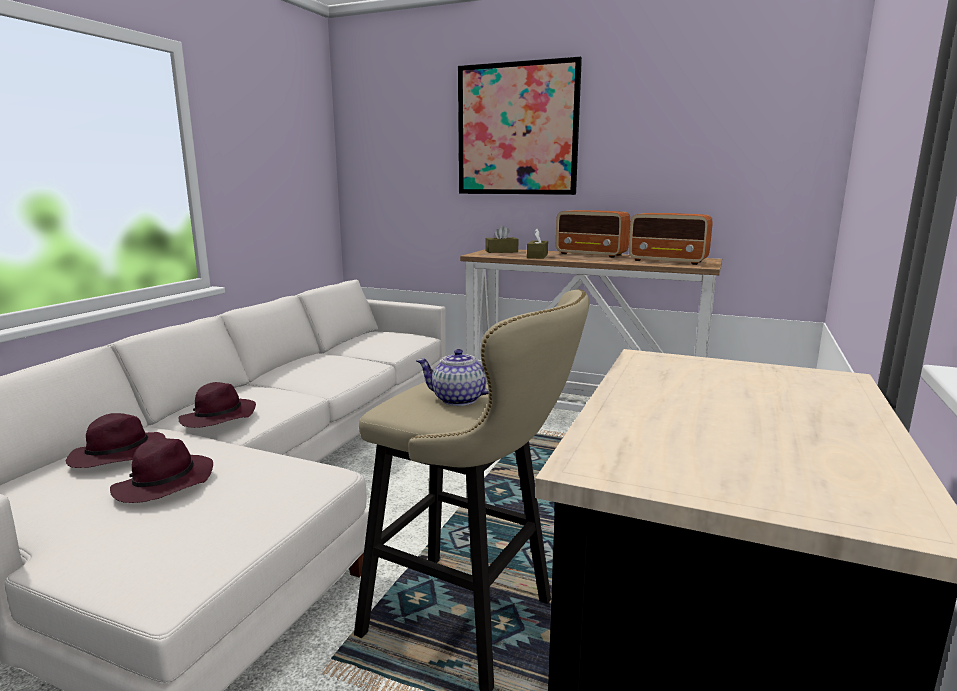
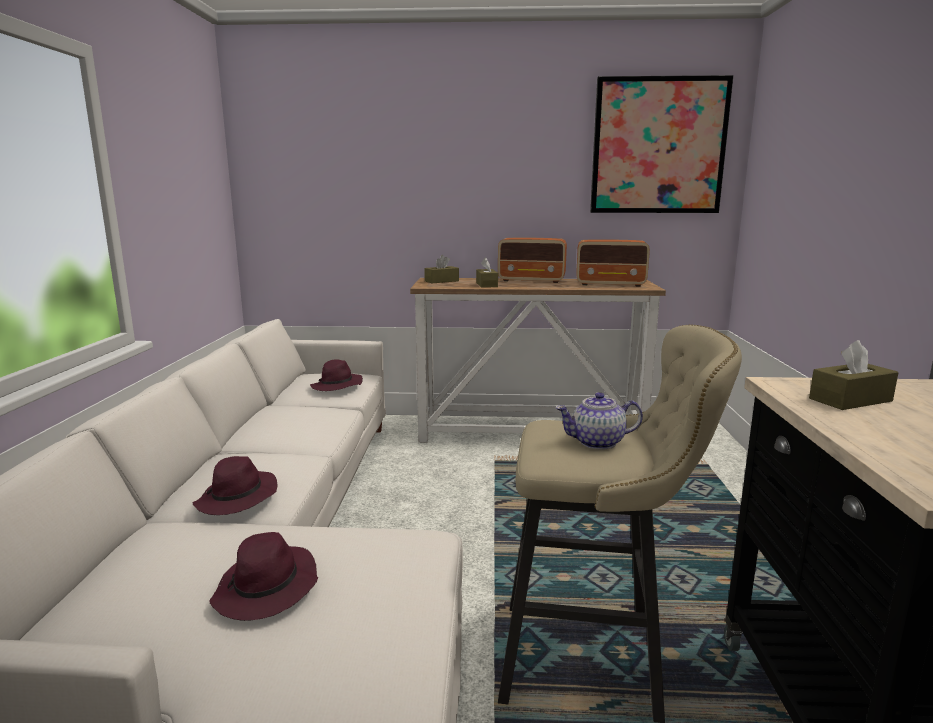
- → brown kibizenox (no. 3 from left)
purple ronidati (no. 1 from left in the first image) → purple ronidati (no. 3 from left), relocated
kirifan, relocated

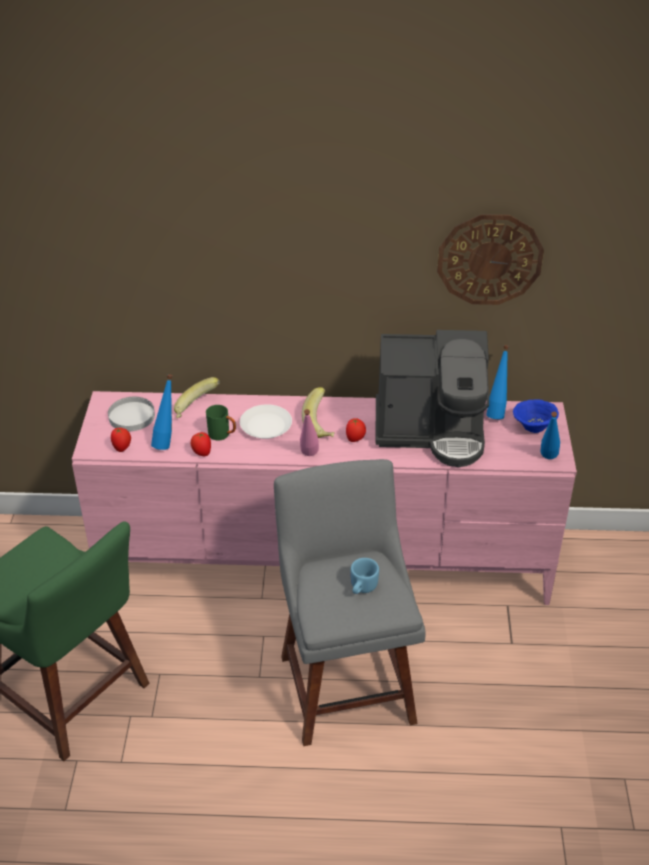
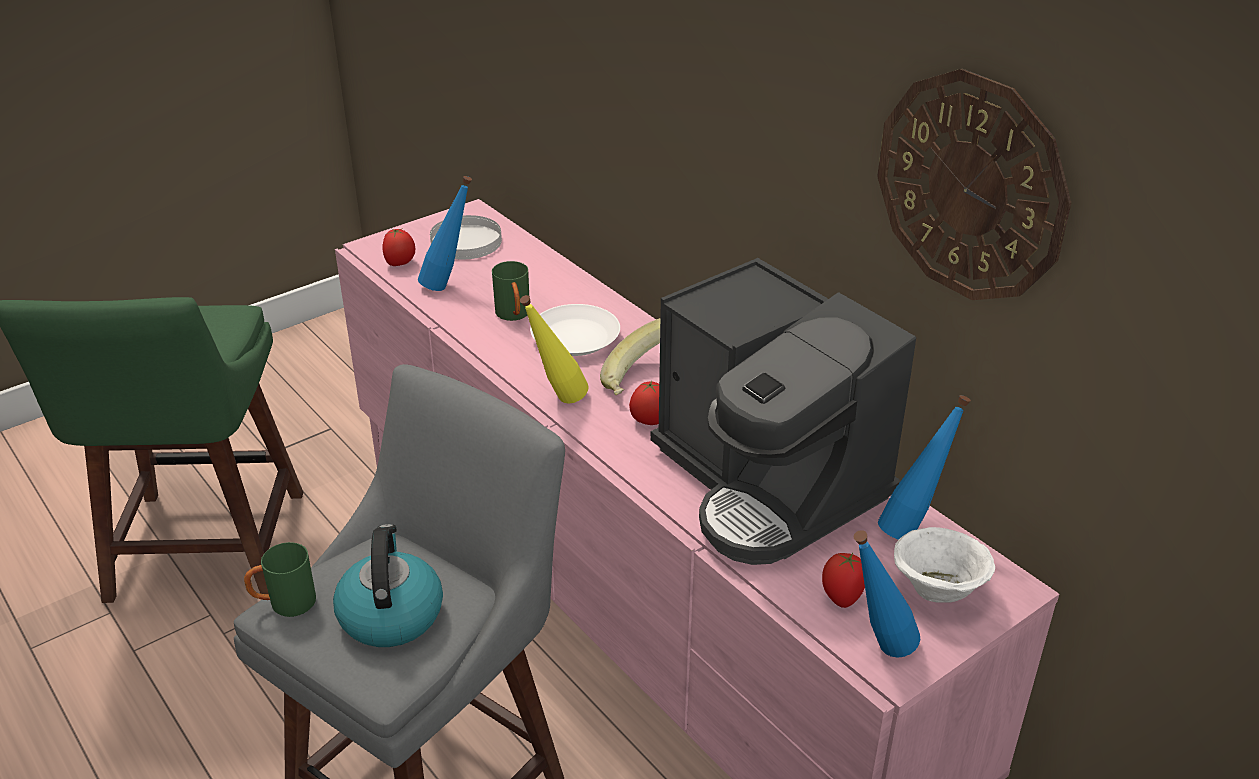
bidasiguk (no. 1 from left) → -
- → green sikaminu (no. 1 from left)
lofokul (no. 2 from left in the first image) → lofokul (no. 3 from left), relocated
blue sikaminu → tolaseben
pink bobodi → yellow bobodi
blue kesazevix → white kesazevix

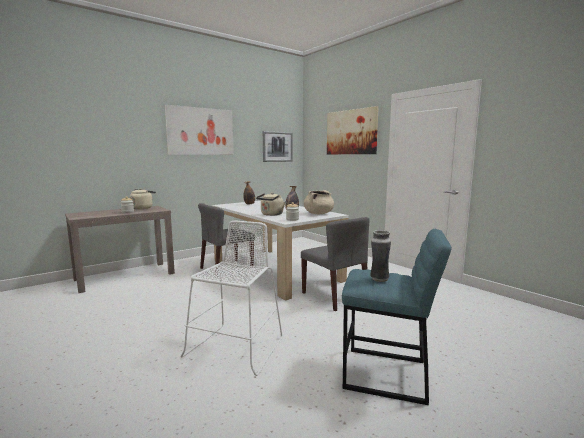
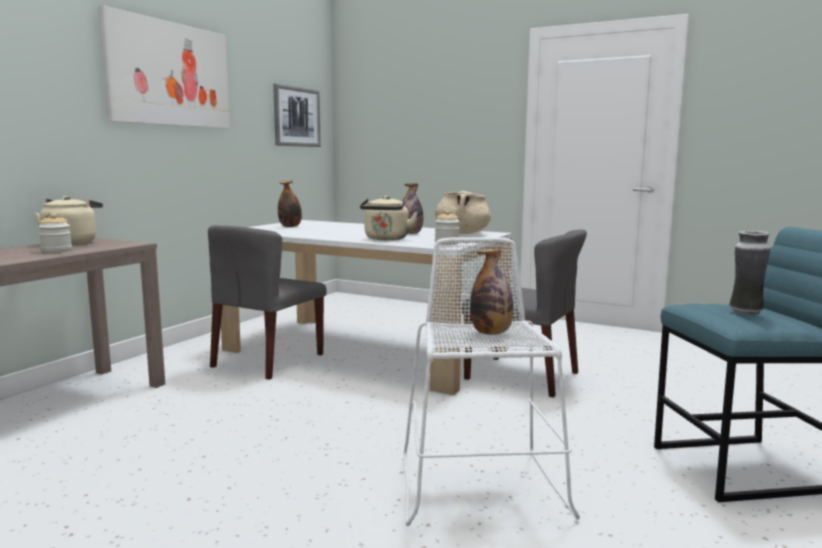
kirifan (no. 3 from left) → -
- → bobodi (no. 3 from left)

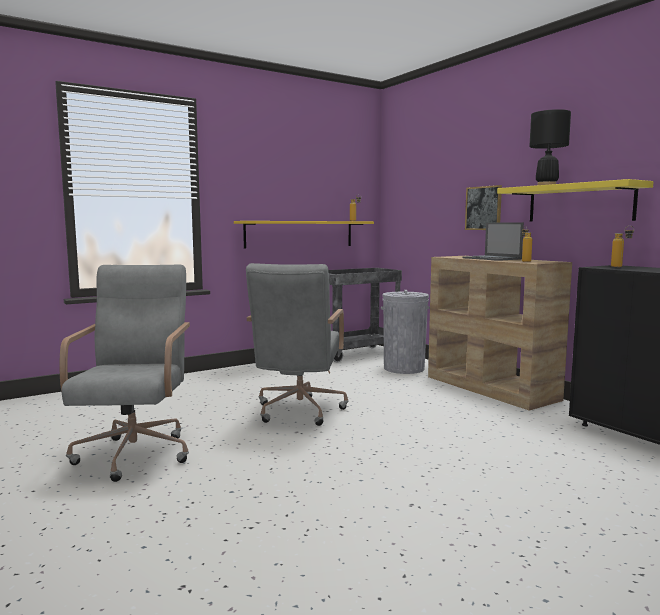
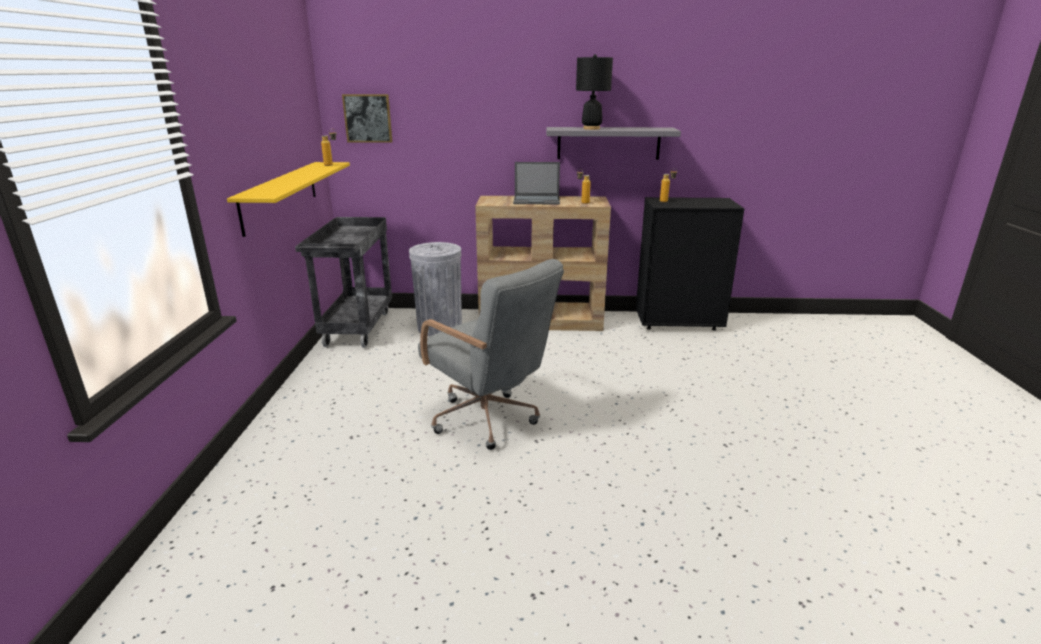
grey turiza (no. 1 from left) → -
kirifan, relocated
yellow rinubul (no. 2 from left) → grey rinubul

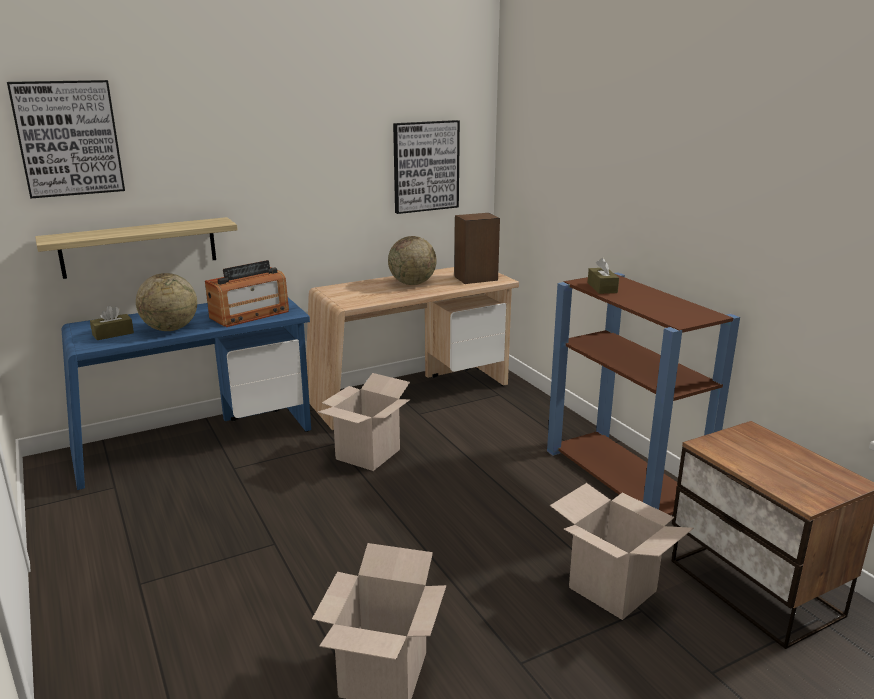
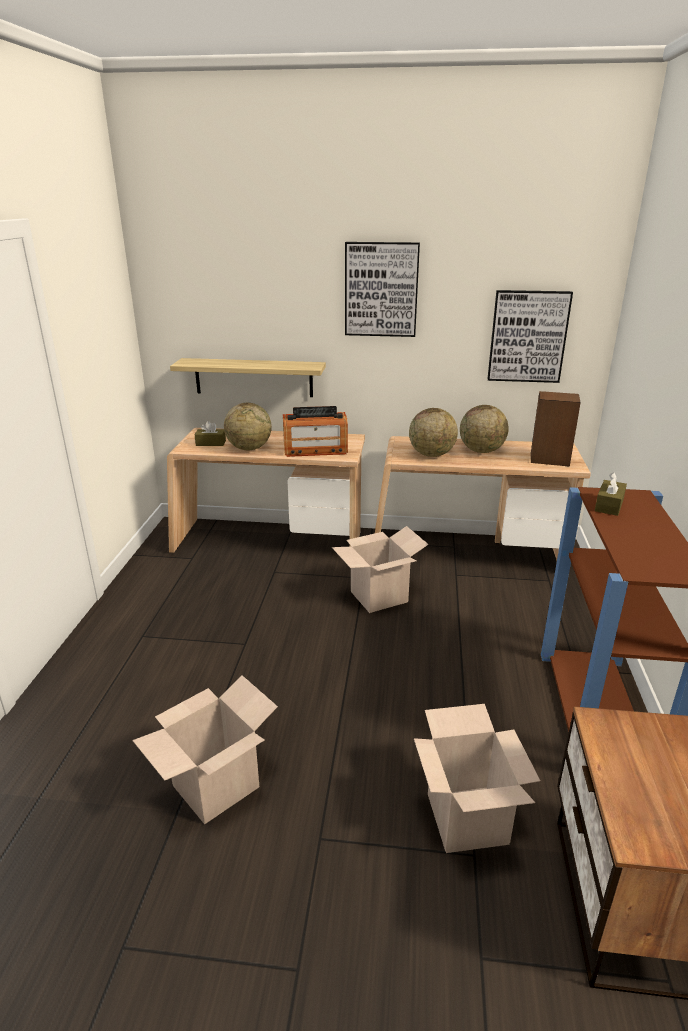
- → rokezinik (no. 2 from left)
kirifan (no. 1 from left), relocated
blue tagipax → beige tagipax (no. 1 from left)

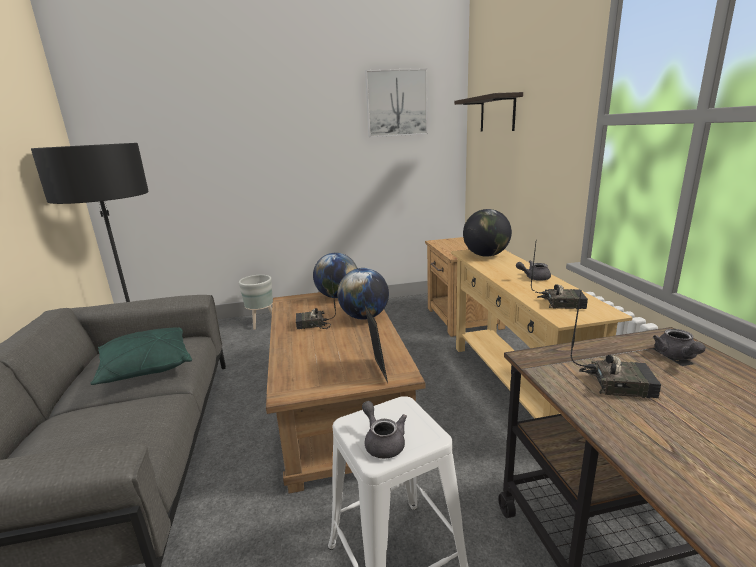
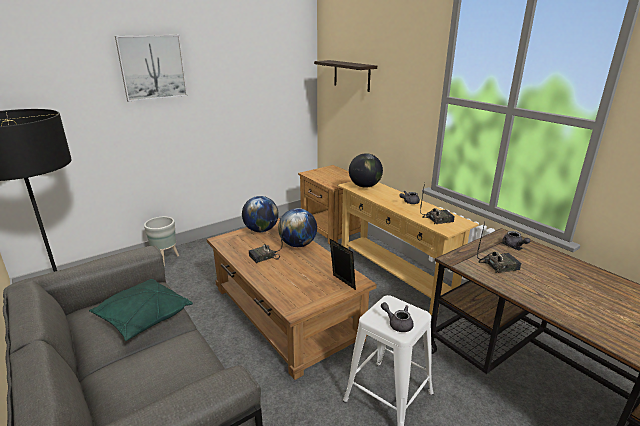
kirifan, relocated

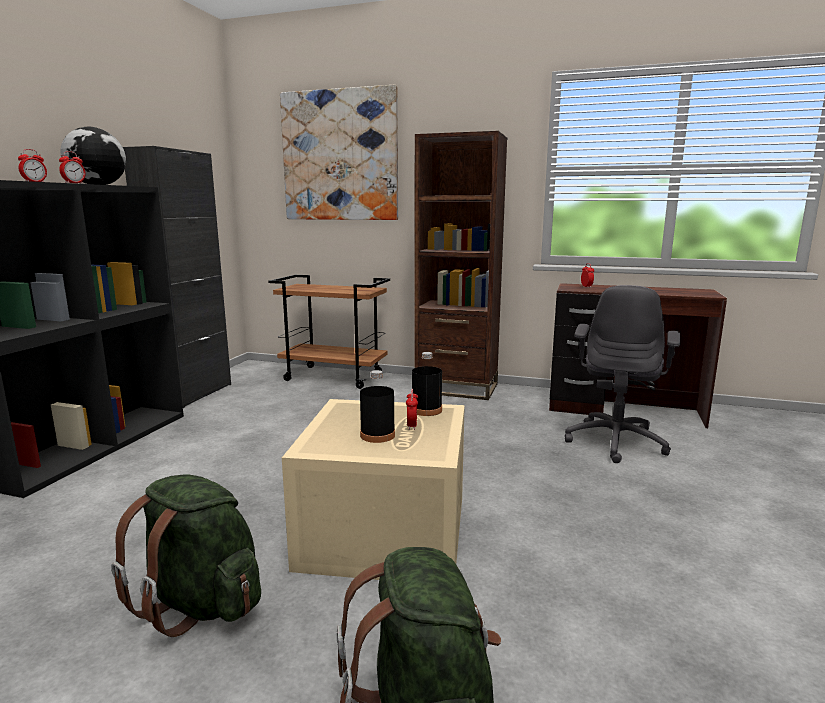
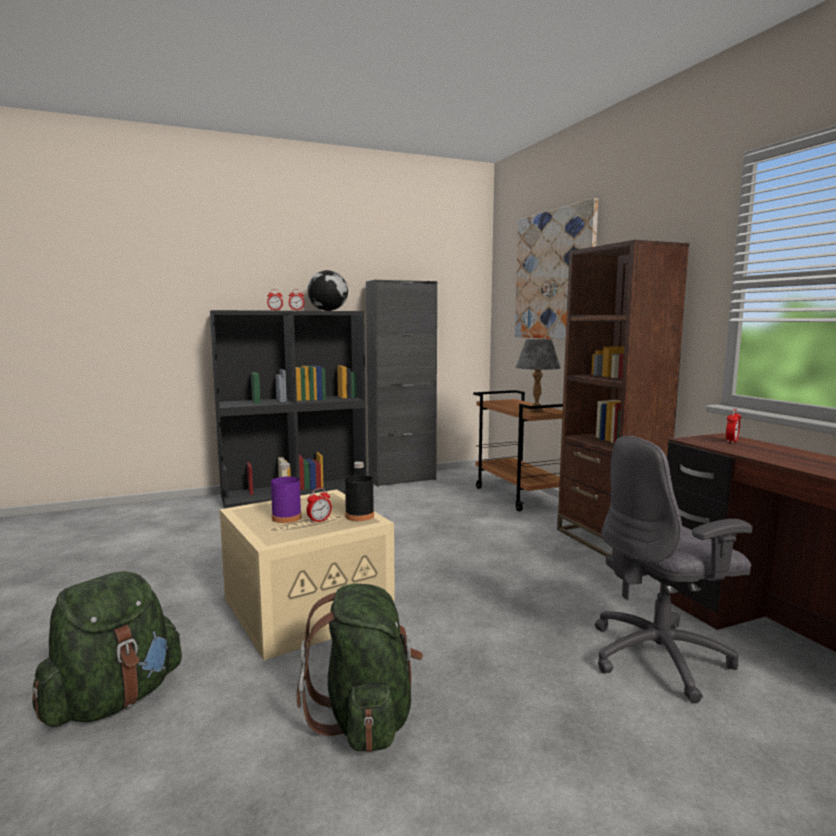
- → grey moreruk
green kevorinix (no. 1 from left in the first image) → green kevorinix (no. 2 from left), relocated
black bobodi (no. 1 from left) → purple bobodi

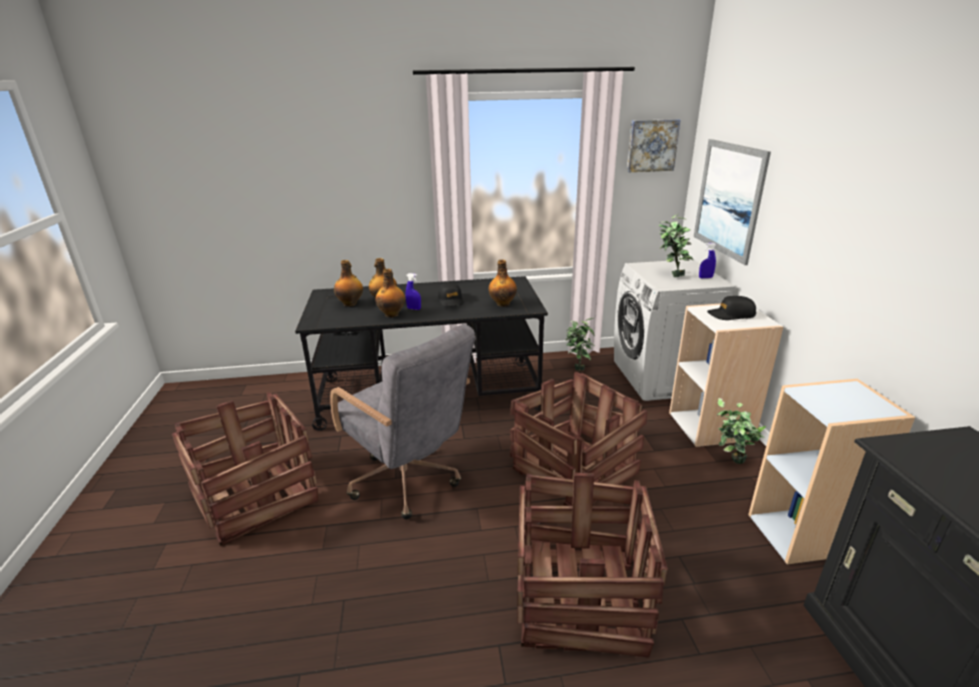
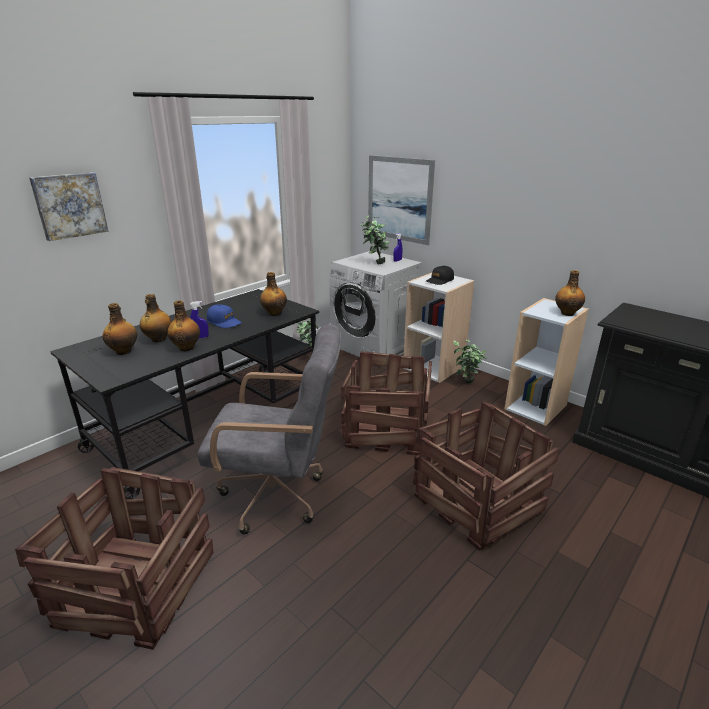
- → bobodi (no. 5 from left)
kirifan (no. 1 from left), relocated
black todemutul (no. 1 from left) → blue todemutul

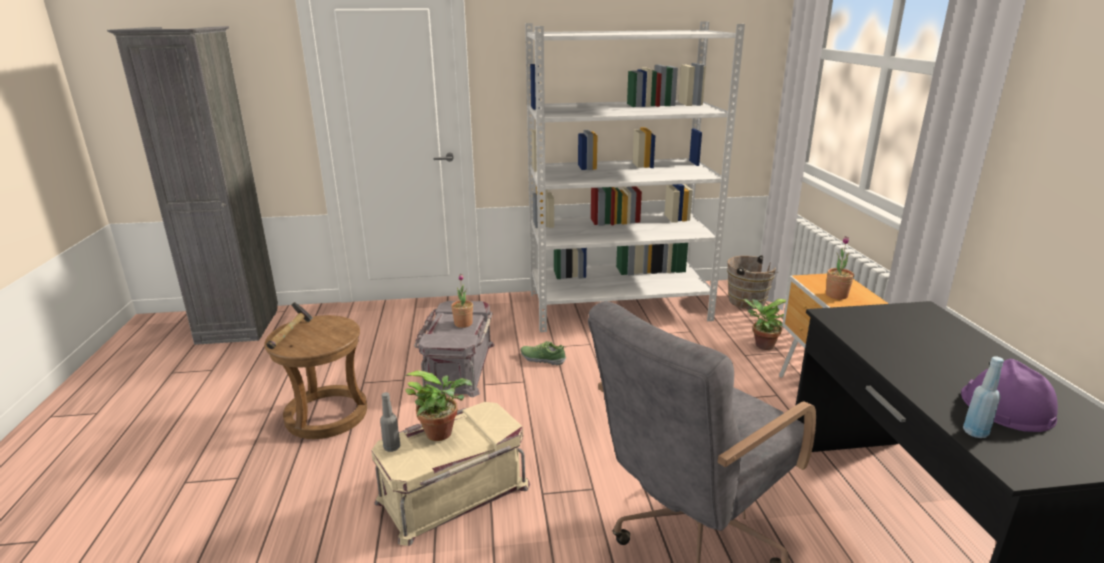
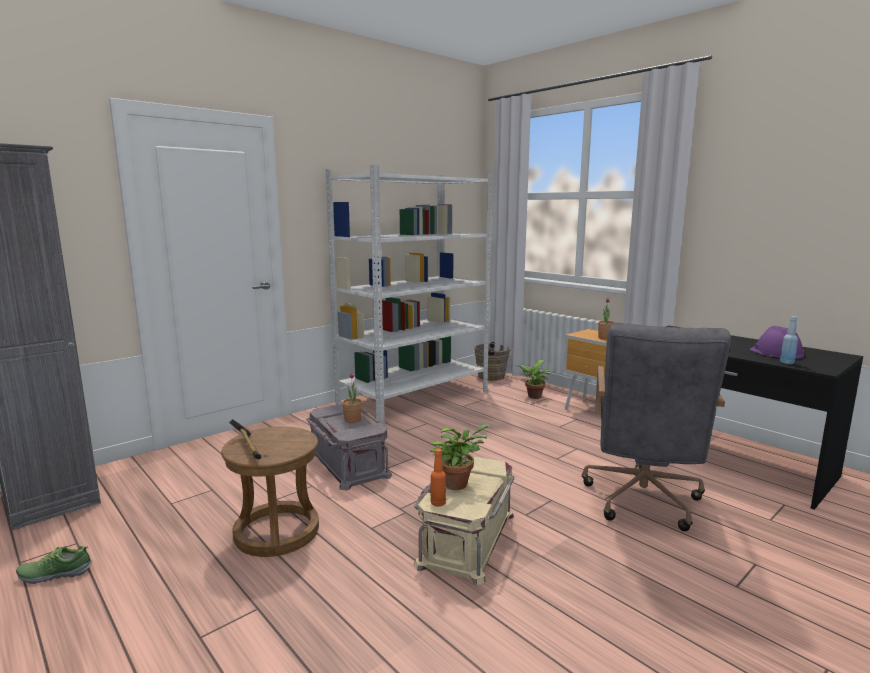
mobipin, relocated
grey bobodi → orange bobodi

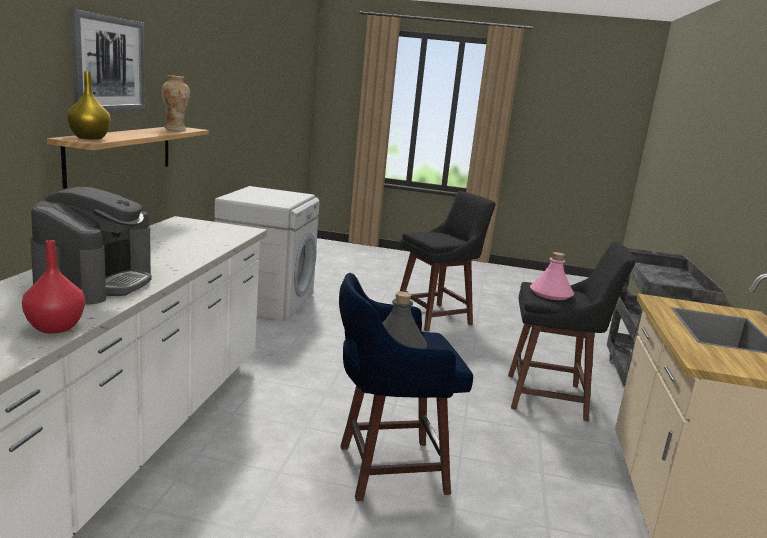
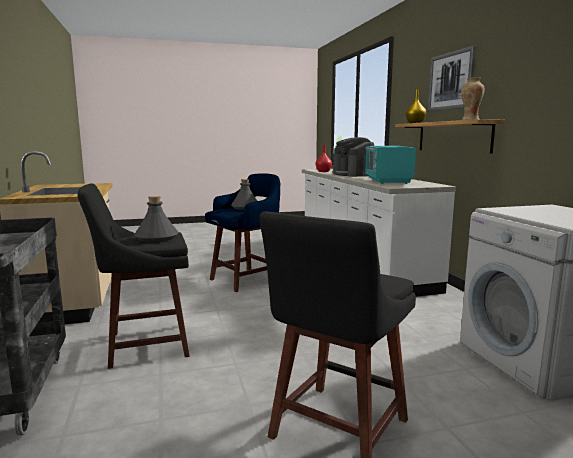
- → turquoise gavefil
pink bobodi → grey bobodi (no. 1 from left)

